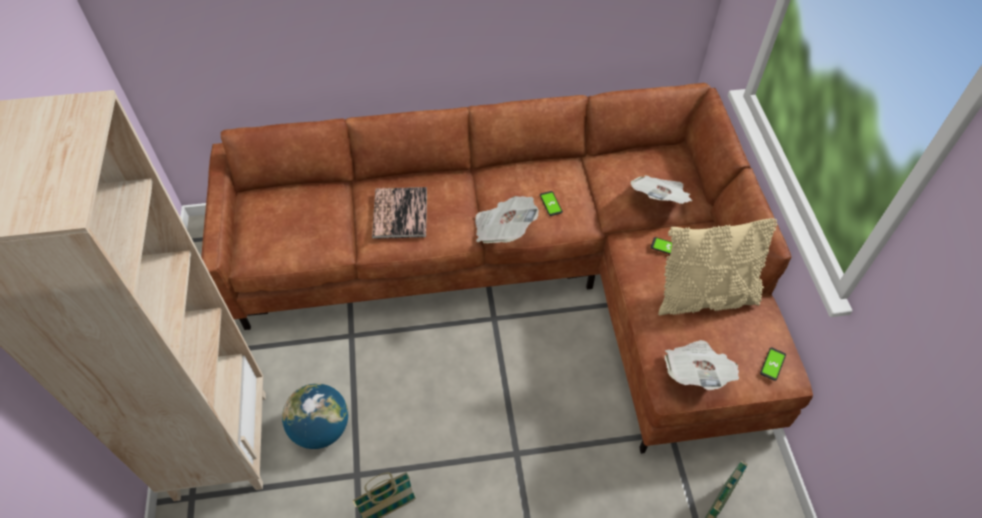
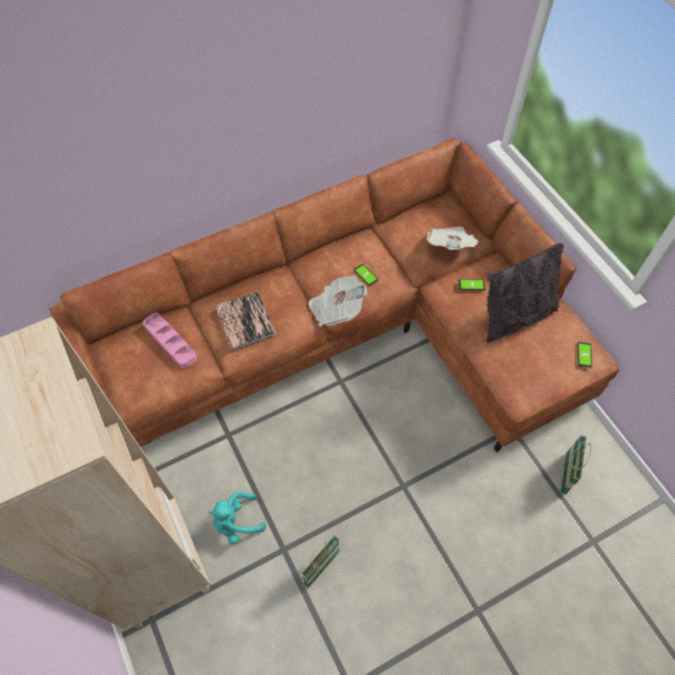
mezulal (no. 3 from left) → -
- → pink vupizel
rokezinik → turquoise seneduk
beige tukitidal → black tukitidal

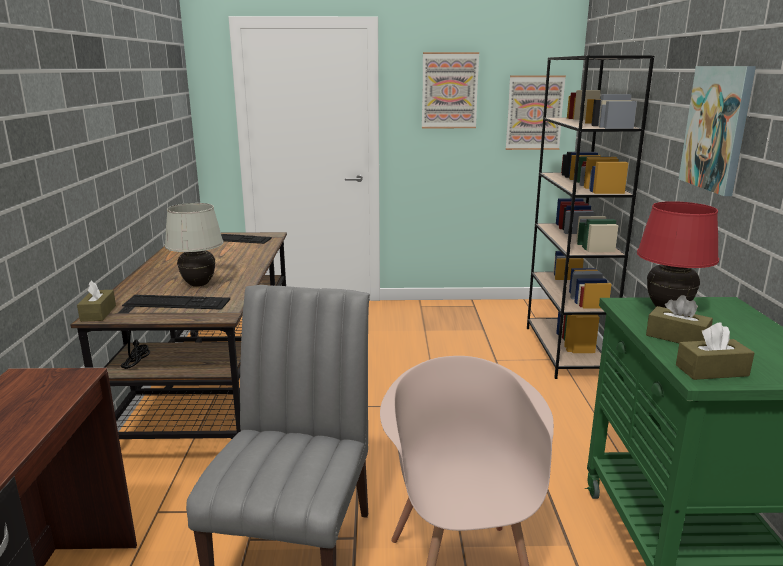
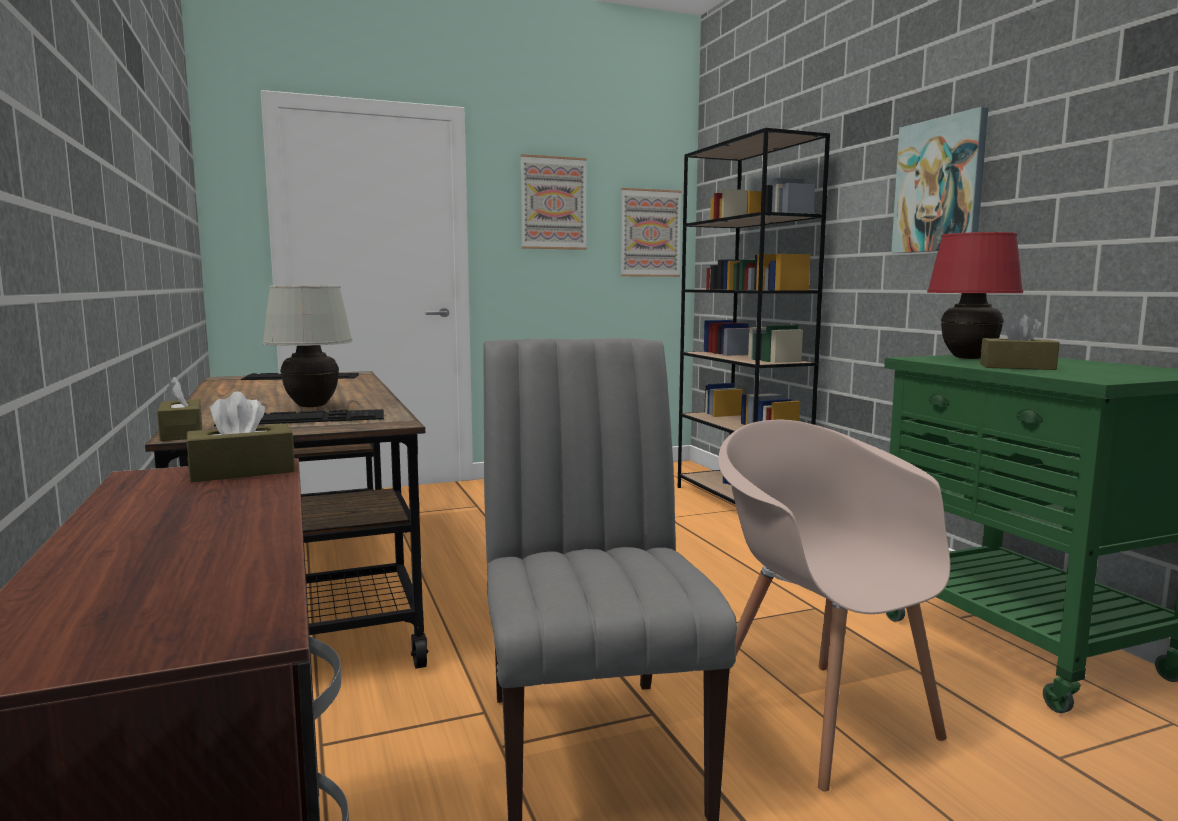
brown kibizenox (no. 3 from left in the first image) → brown kibizenox (no. 2 from left), relocated

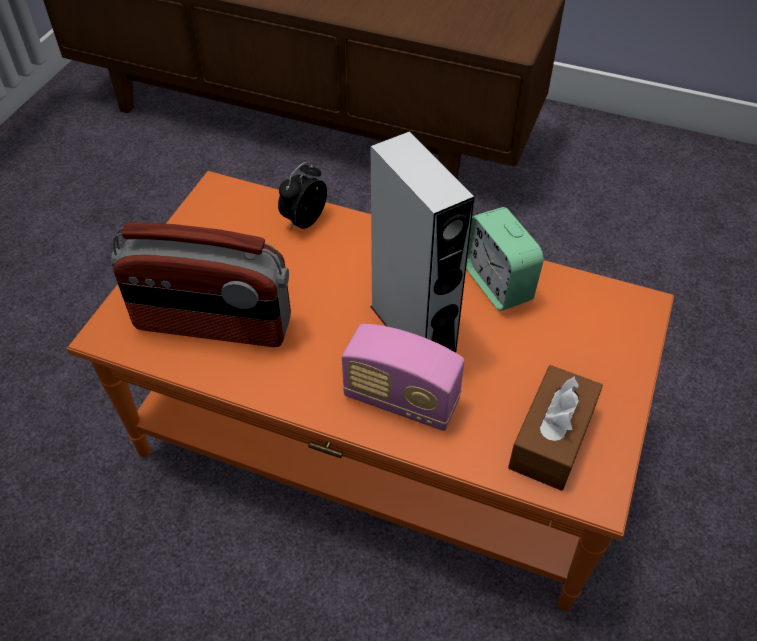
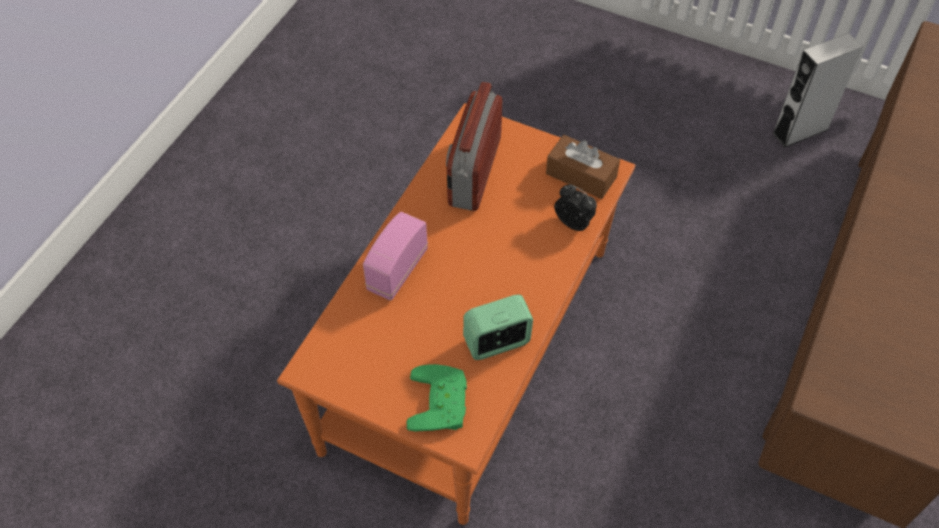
- → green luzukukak
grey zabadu, relocated
brown kibizenox, relocated

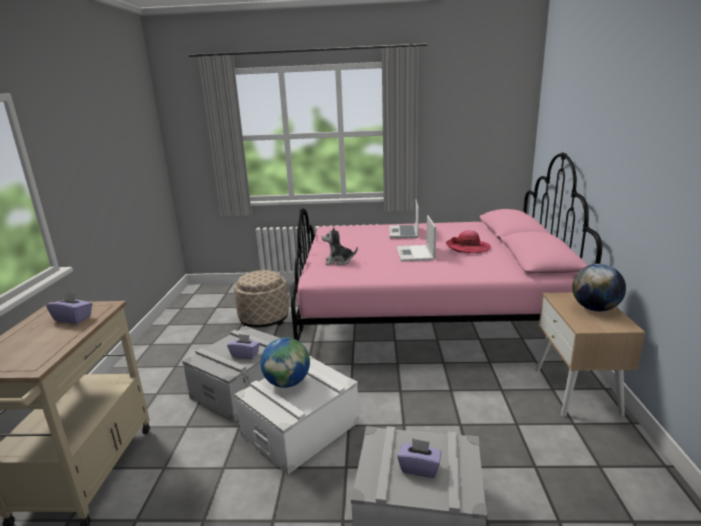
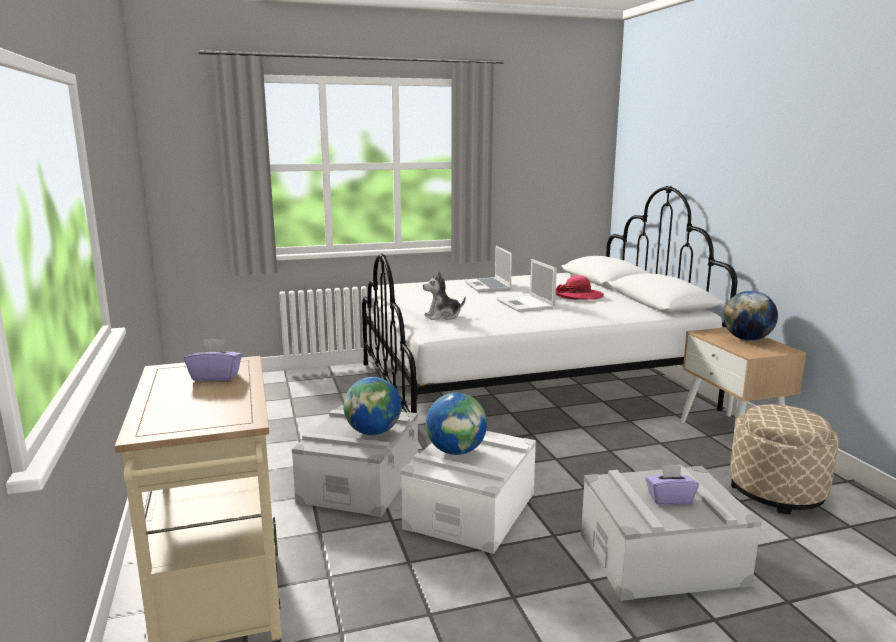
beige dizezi, relocated
purple kibizenox (no. 2 from left) → rokezinik (no. 1 from left)
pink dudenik → white dudenik

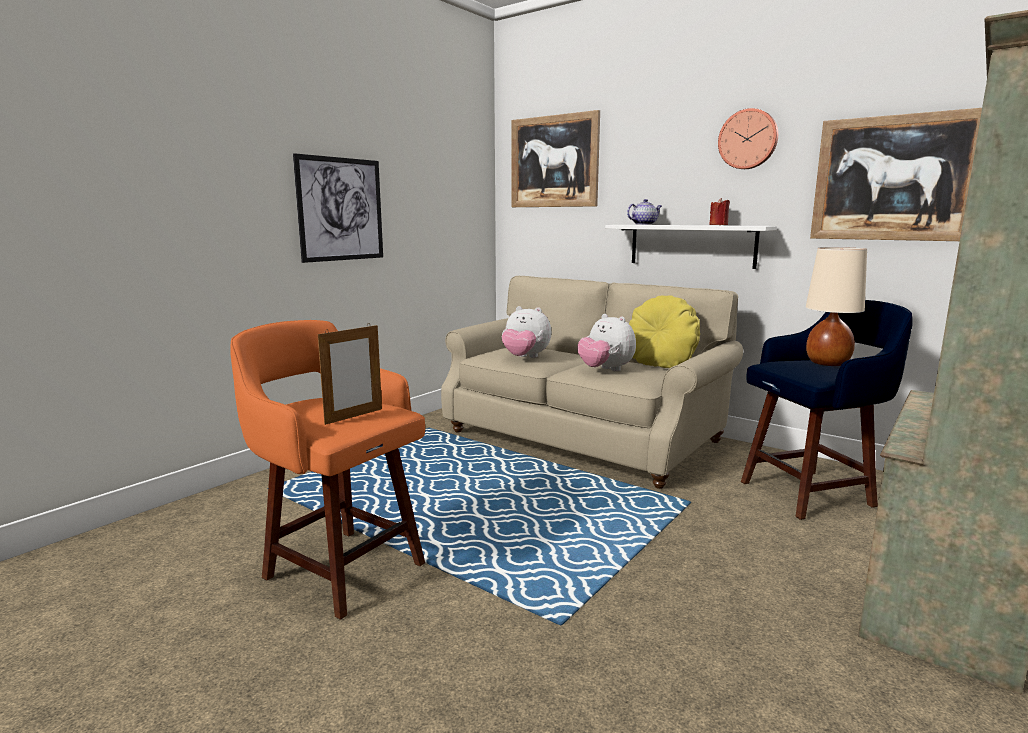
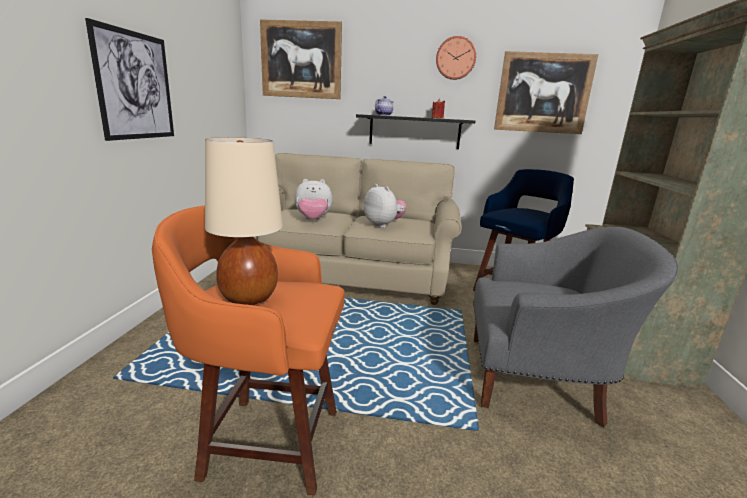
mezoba → -
yellow tukitidal → -
- → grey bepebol
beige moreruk, relocated
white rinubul → black rinubul
seneduk (no. 2 from left), 150 degrees counterclockwise

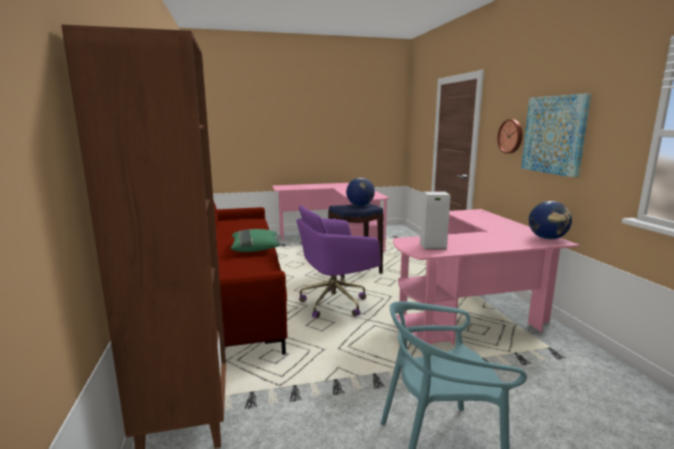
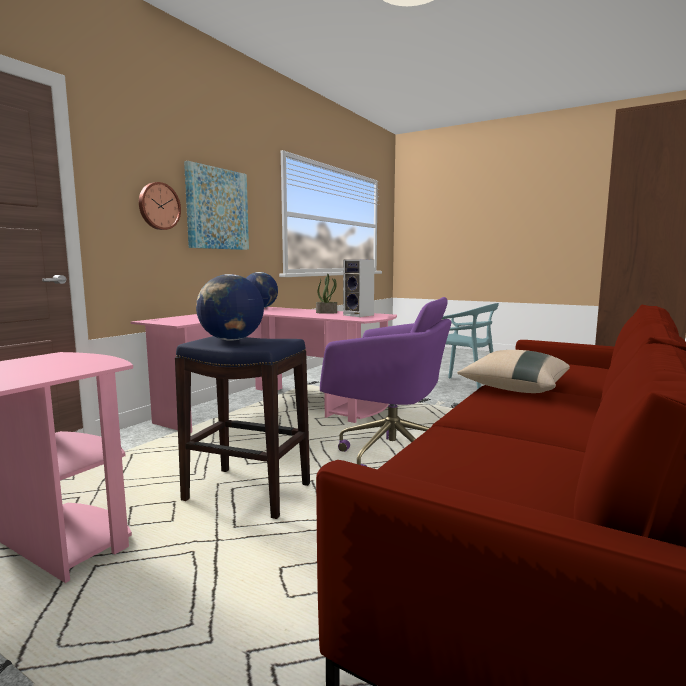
- → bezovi
green tukitidal → beige tukitidal

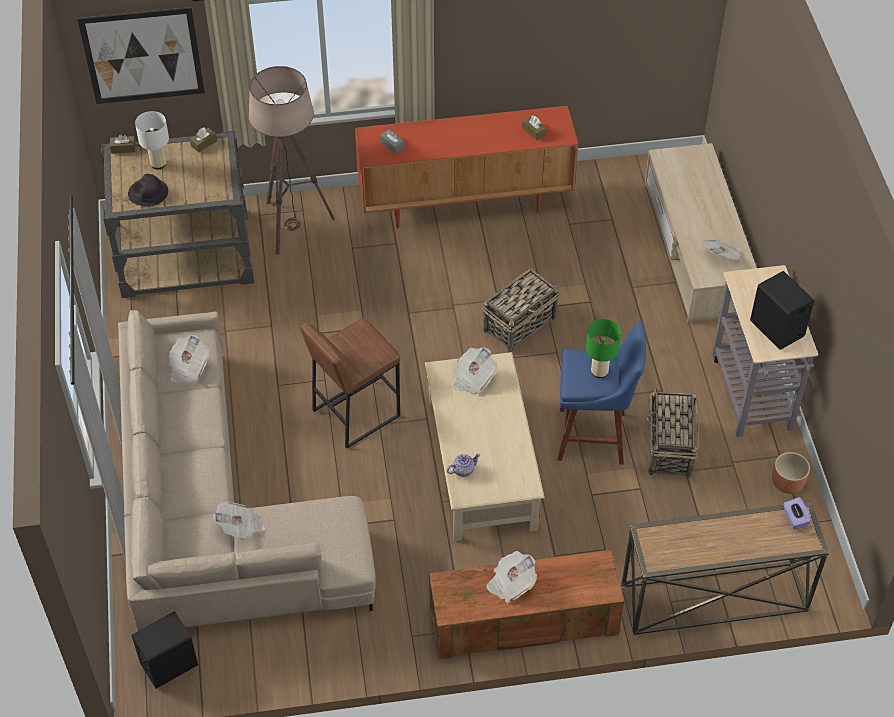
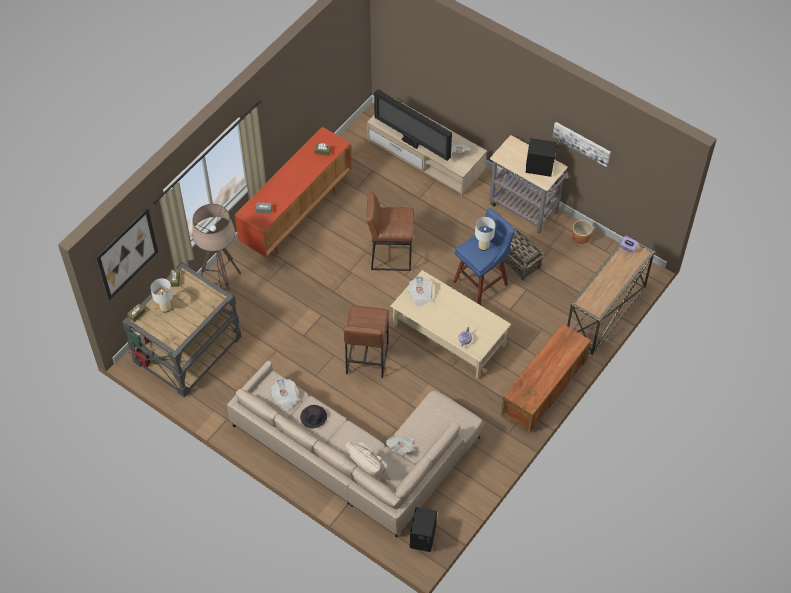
mezulal (no. 4 from left) → -
- → beige tukitidal
- → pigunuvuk
- → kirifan (no. 2 from left)
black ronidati, relocated
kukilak (no. 1 from left) → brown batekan (no. 2 from left)
green moreruk → white moreruk (no. 2 from left)

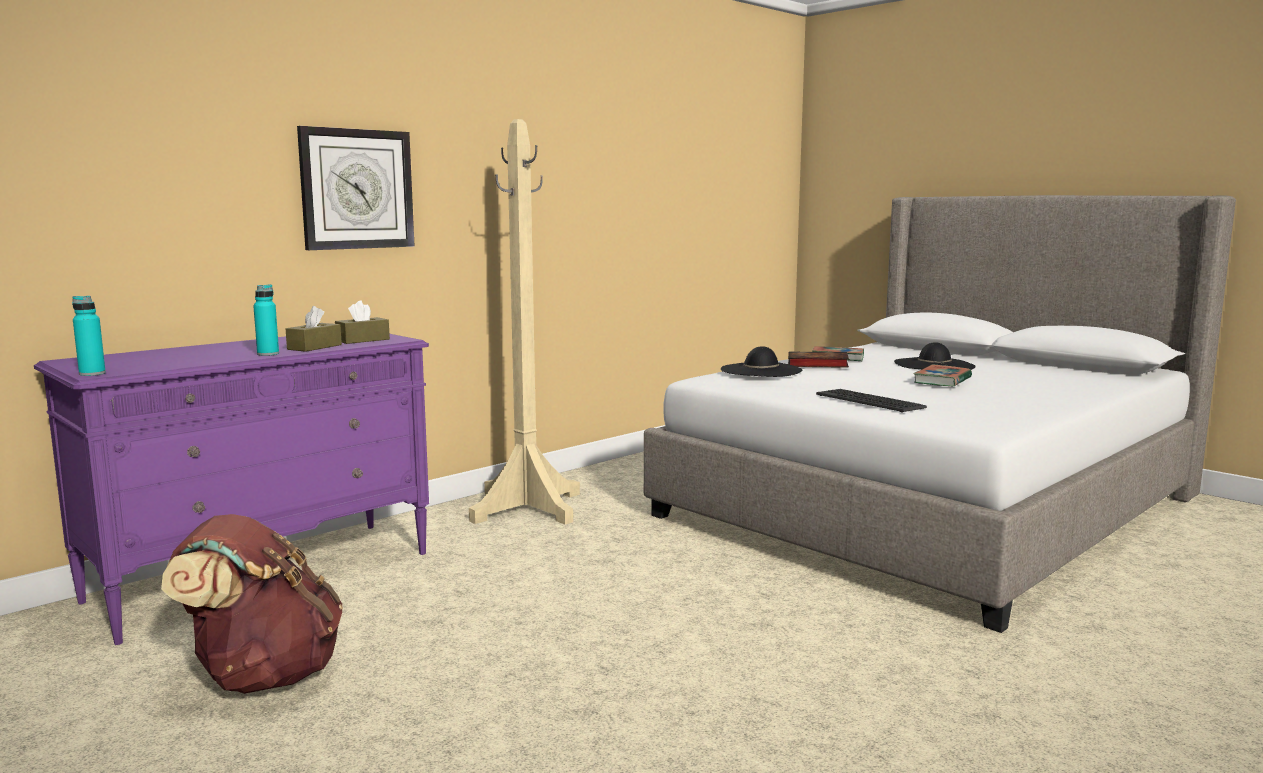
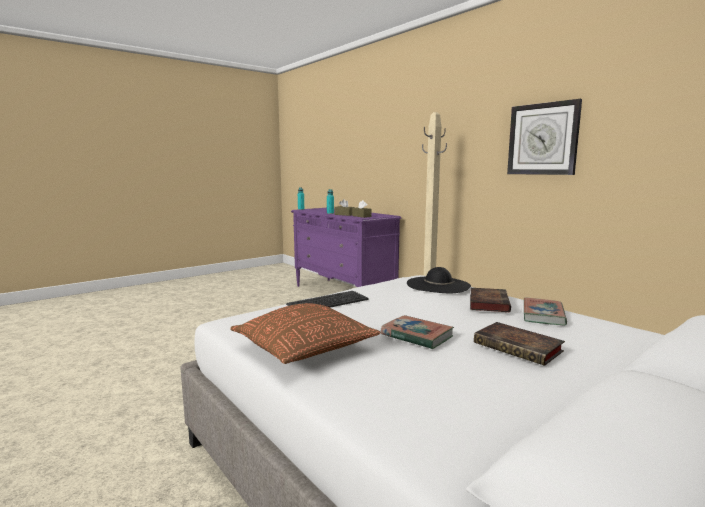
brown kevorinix → -
- → brown tukitidal
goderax, relocated
black ronidati (no. 2 from left) → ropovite (no. 3 from left)

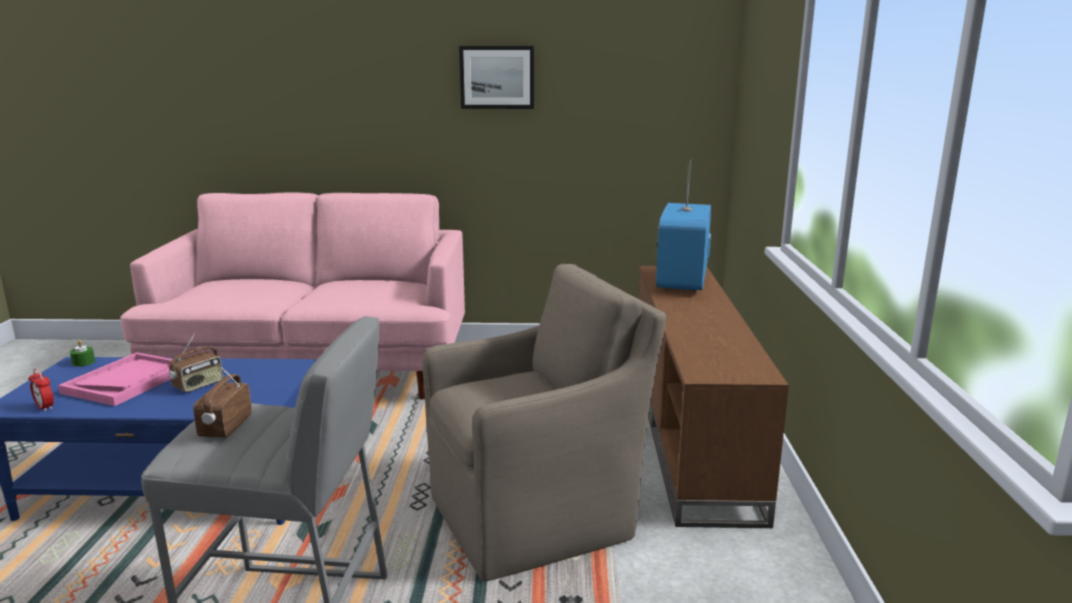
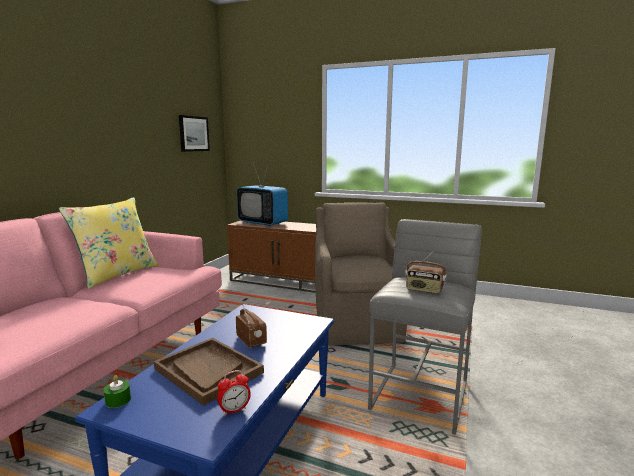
- → yellow tukitidal
kirifan, relocated
pink vupizel → brown vupizel

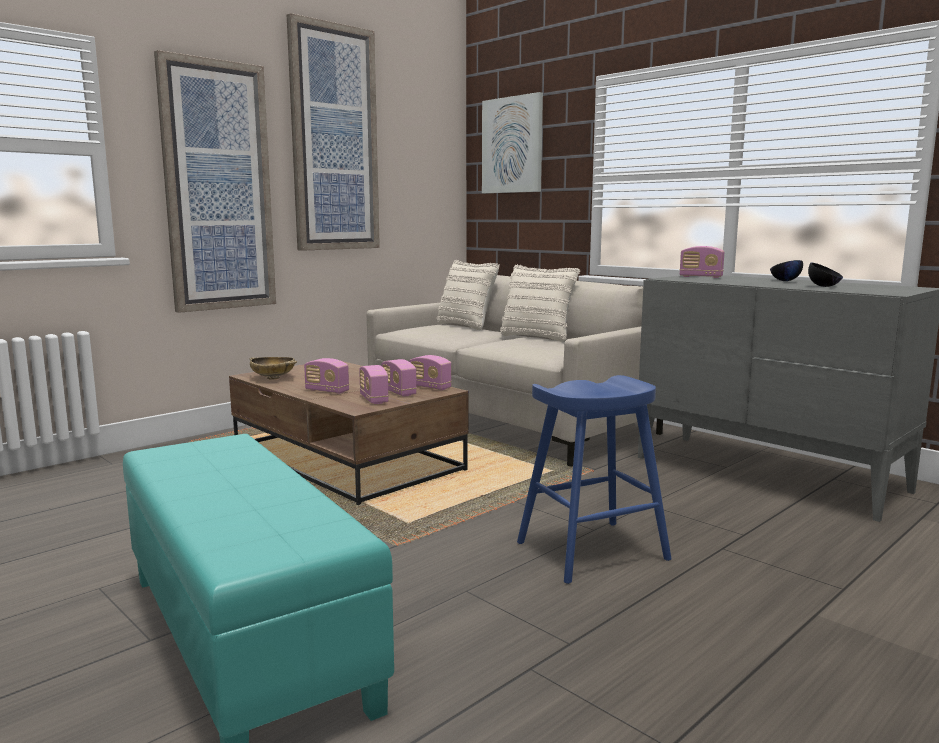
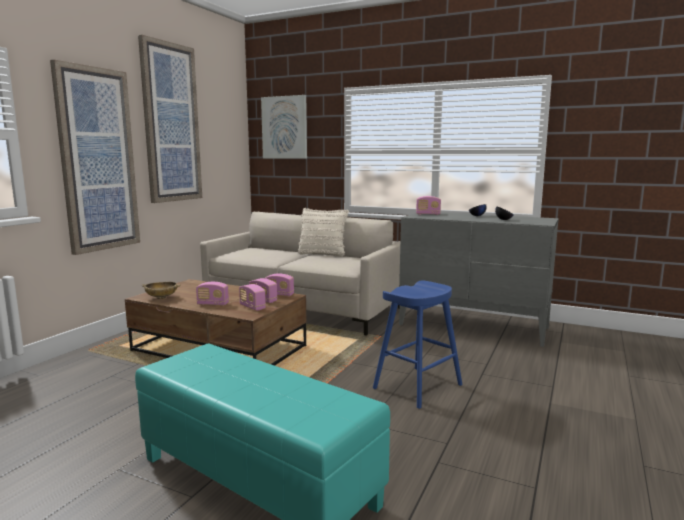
beige tukitidal (no. 1 from left) → -

